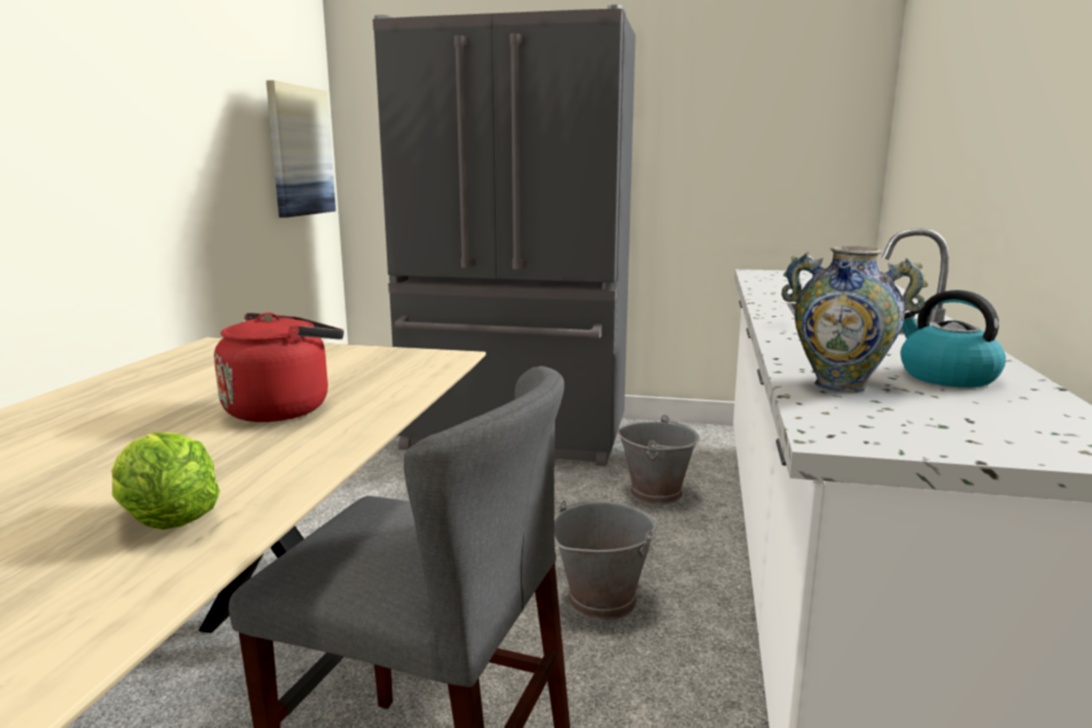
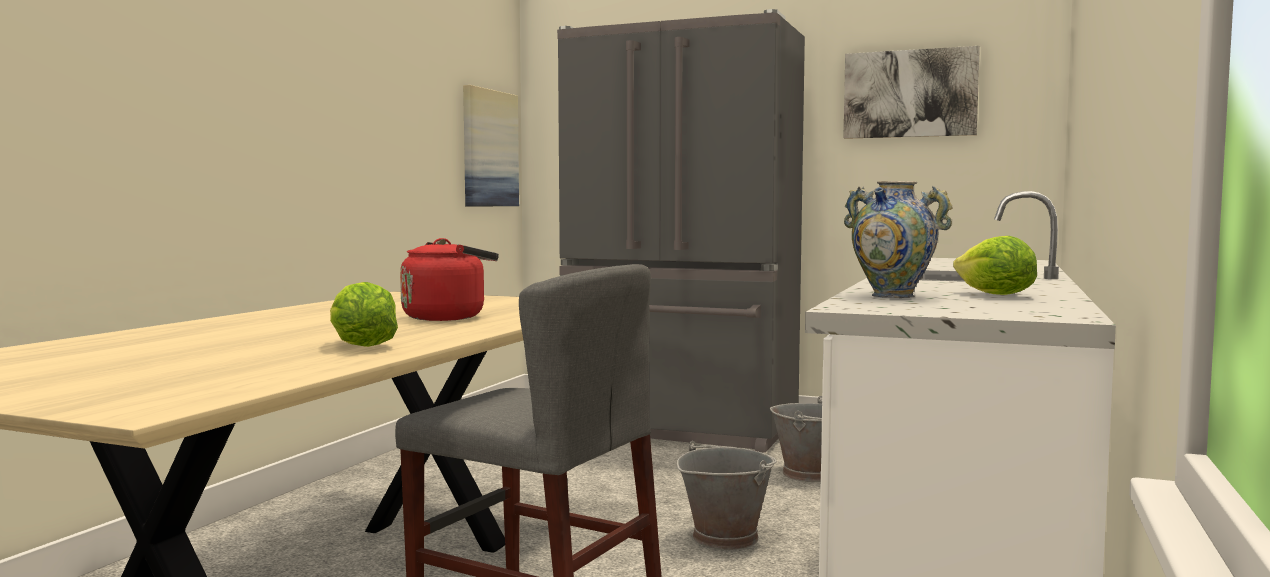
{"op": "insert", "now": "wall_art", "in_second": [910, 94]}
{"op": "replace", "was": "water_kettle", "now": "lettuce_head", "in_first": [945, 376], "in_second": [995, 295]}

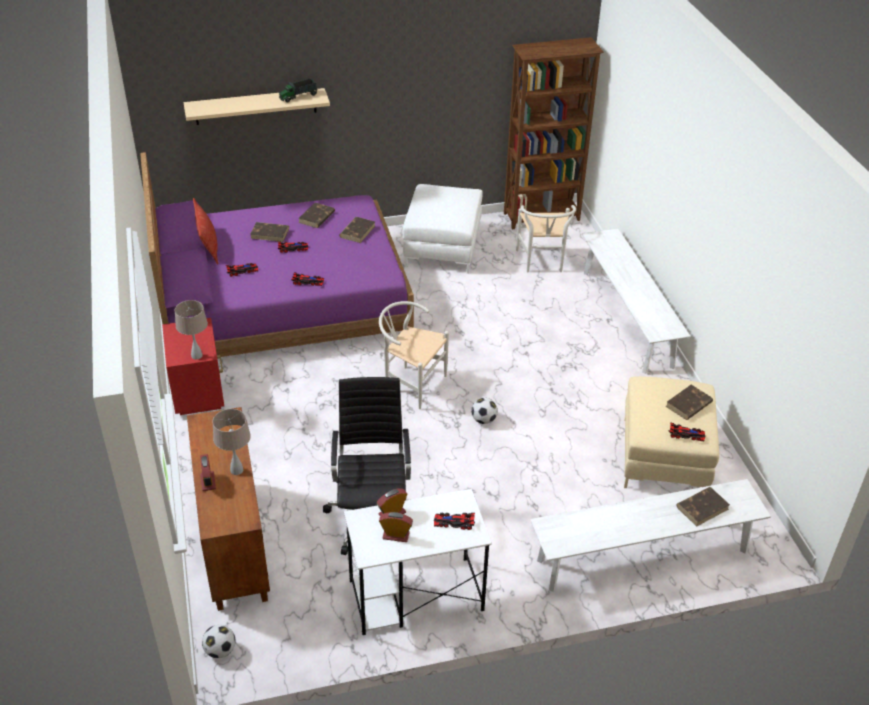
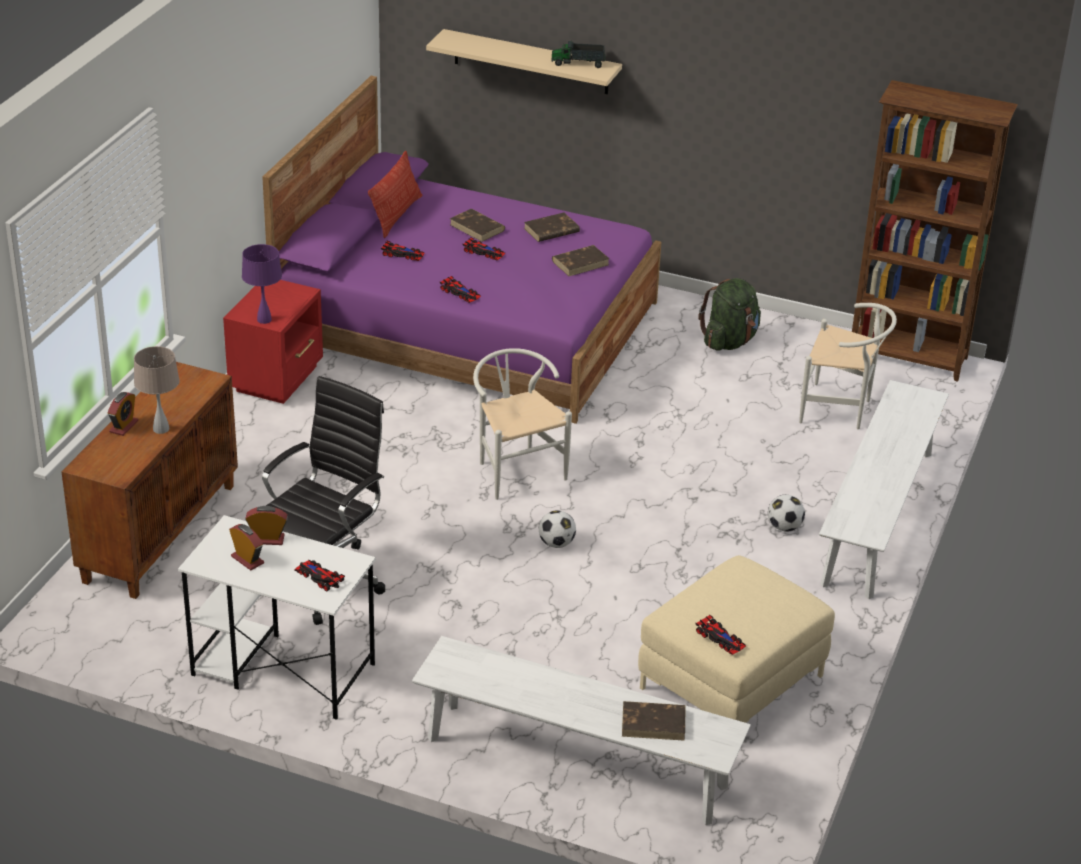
{"op": "delete", "was": "brown-coloured_volume", "in_first": [688, 405]}
{"op": "move", "was": "football_ball", "in_first": [220, 650], "in_second": [784, 527]}
{"op": "replace", "was": "whitish_footrest", "now": "green_knapsack", "in_first": [442, 247], "in_second": [729, 341]}
{"op": "recolor", "was": "beige_table_lamp", "now": "purple_table_lamp", "in_first": [196, 356], "in_second": [264, 319]}
{"op": "rotate", "was": "whitish_upright_chair", "in_first": [542, 263], "in_second": [841, 410], "clockwise": -105}

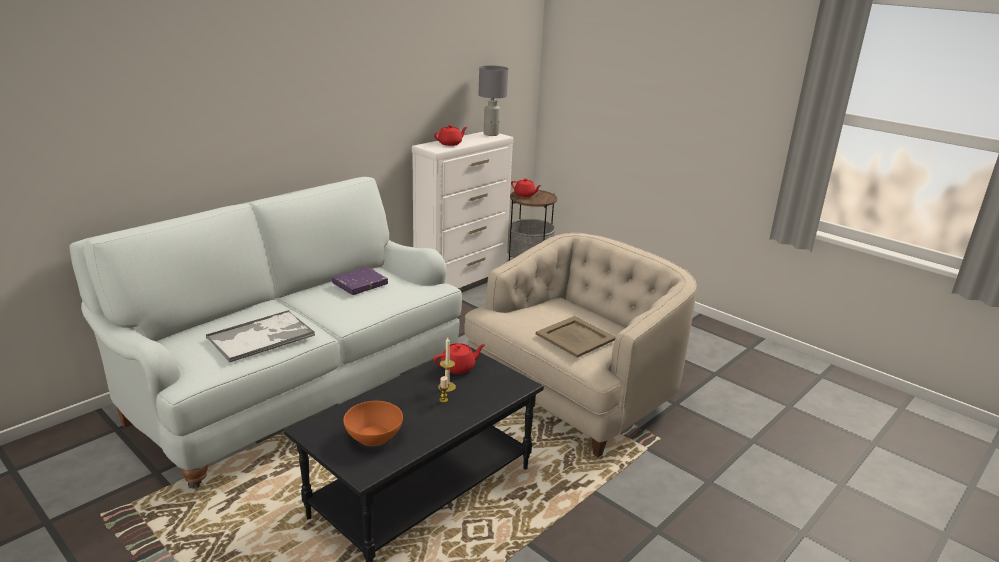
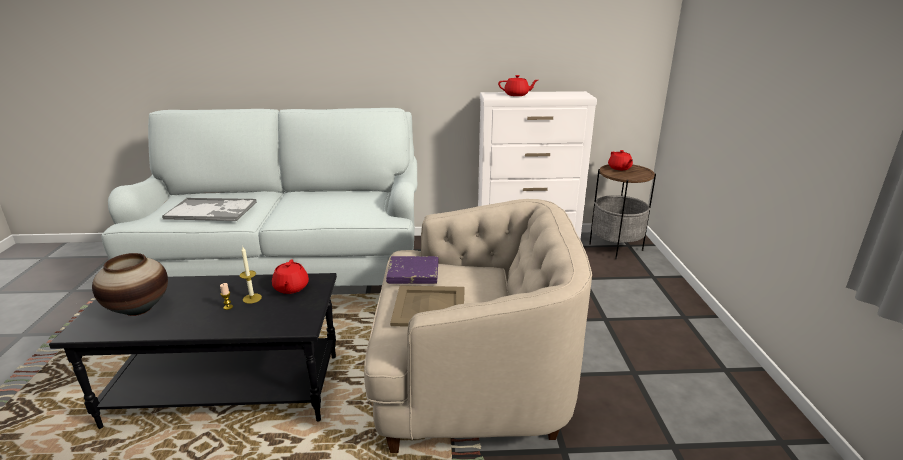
{"op": "delete", "was": "grey_table_lamp", "in_first": [491, 134]}
{"op": "move", "was": "purple_volume", "in_first": [360, 284], "in_second": [413, 273]}
{"op": "replace", "was": "orange-coloured_bowl", "now": "decorative_vase", "in_first": [374, 436], "in_second": [139, 309]}
{"op": "rotate", "was": "red-coloured_teapot", "in_first": [458, 367], "in_second": [291, 288], "clockwise": 60}

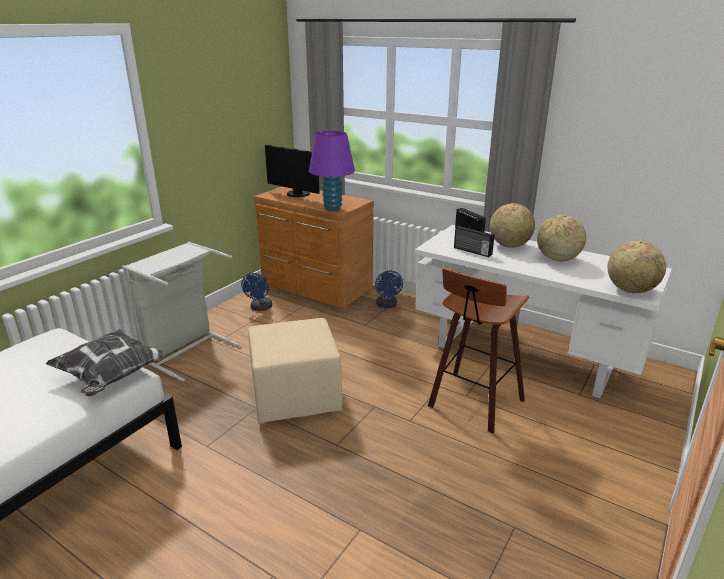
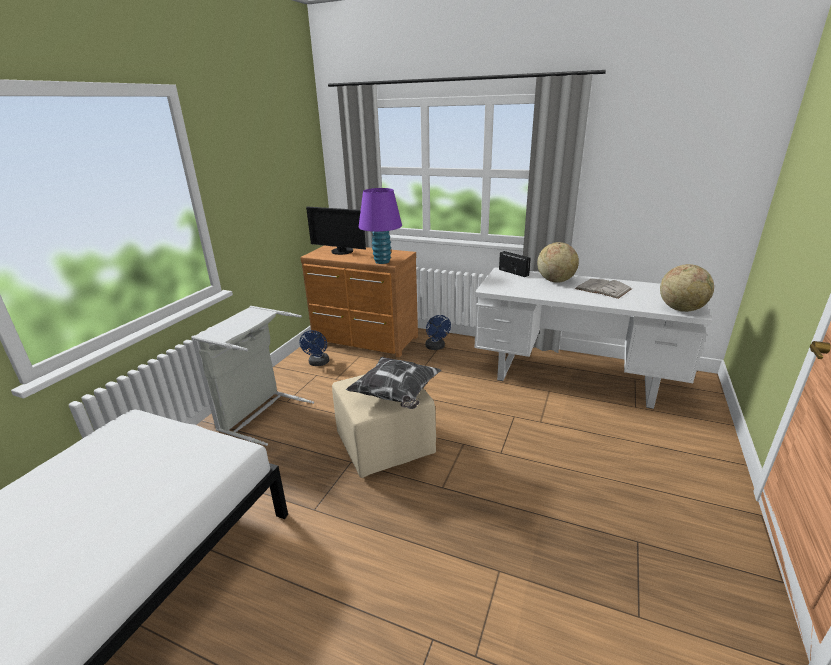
{"op": "delete", "was": "stool", "in_first": [473, 404]}
{"op": "delete", "was": "radio_receiver", "in_first": [472, 251]}
{"op": "move", "was": "throw_pillow", "in_first": [110, 377], "in_second": [396, 395]}
{"op": "replace", "was": "world_globe", "now": "whitish_volume", "in_first": [557, 259], "in_second": [603, 289]}

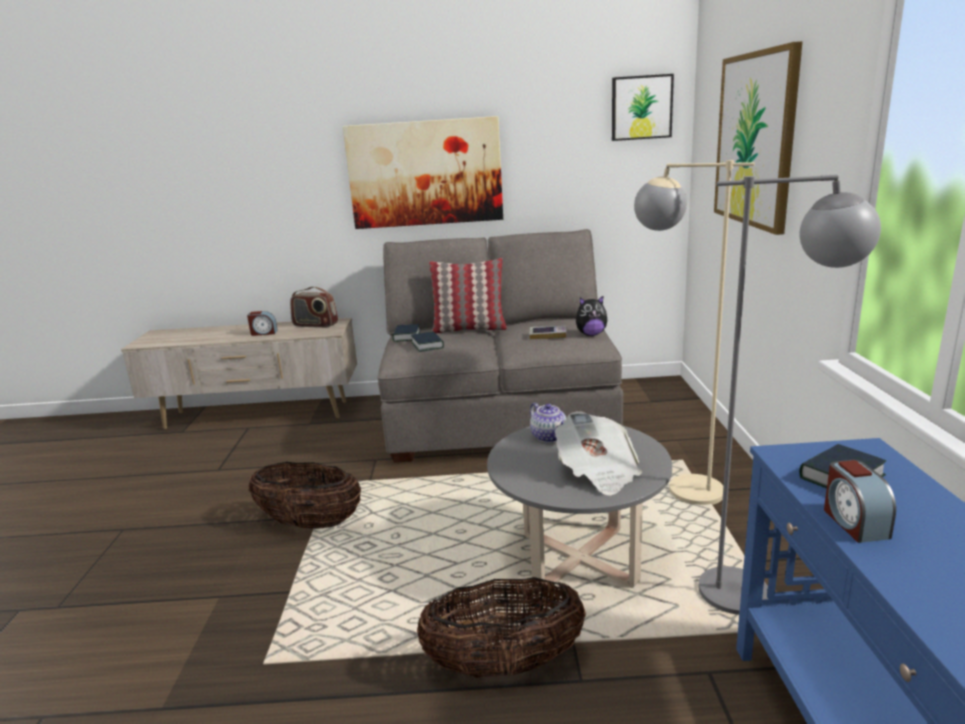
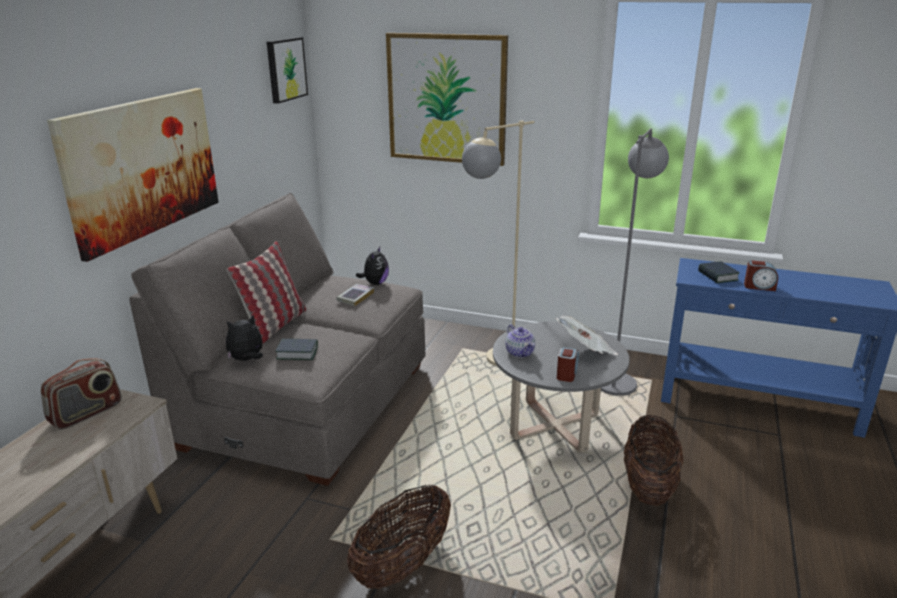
{"op": "move", "was": "alarm_clock", "in_first": [263, 333], "in_second": [567, 373]}
{"op": "replace", "was": "volume", "now": "soft_toy", "in_first": [406, 336], "in_second": [247, 360]}
{"op": "rotate", "was": "teapot", "in_first": [549, 437], "in_second": [520, 353], "clockwise": 75}

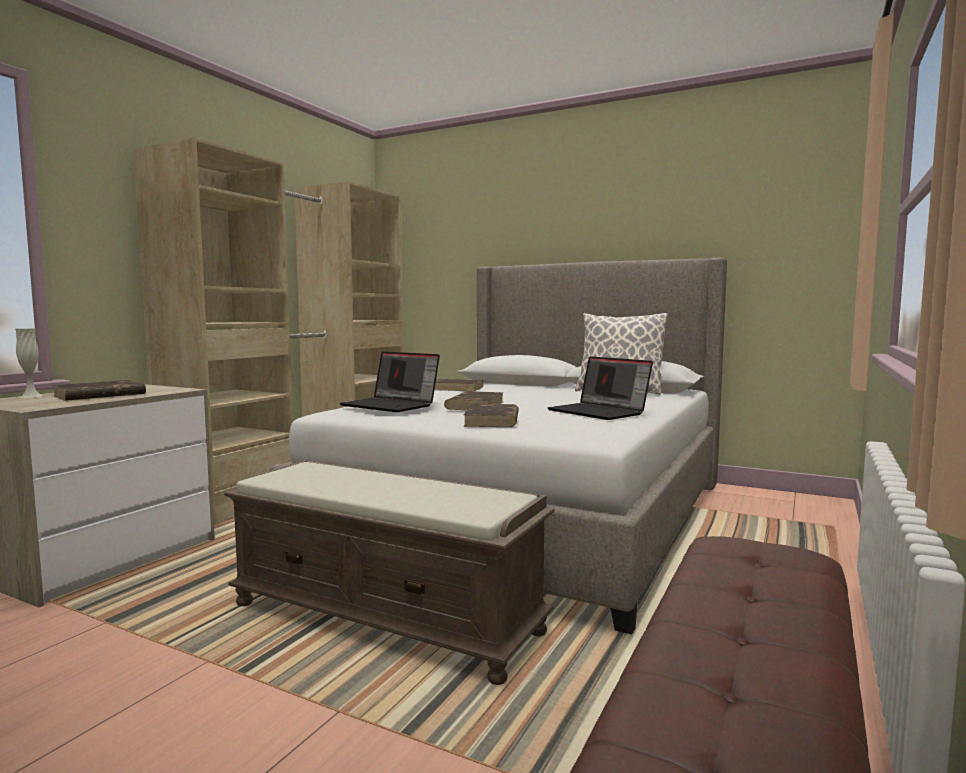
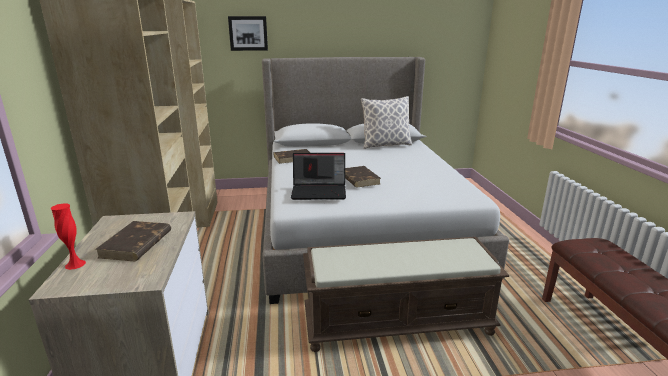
{"op": "delete", "was": "brown-coloured_volume", "in_first": [492, 420]}
{"op": "delete", "was": "notebook_computer", "in_first": [600, 412]}
{"op": "insert", "now": "wall_art", "in_second": [248, 33]}
{"op": "recolor", "was": "whitish_decorative_vase", "now": "red-coloured_decorative_vase", "in_first": [31, 396], "in_second": [75, 264]}

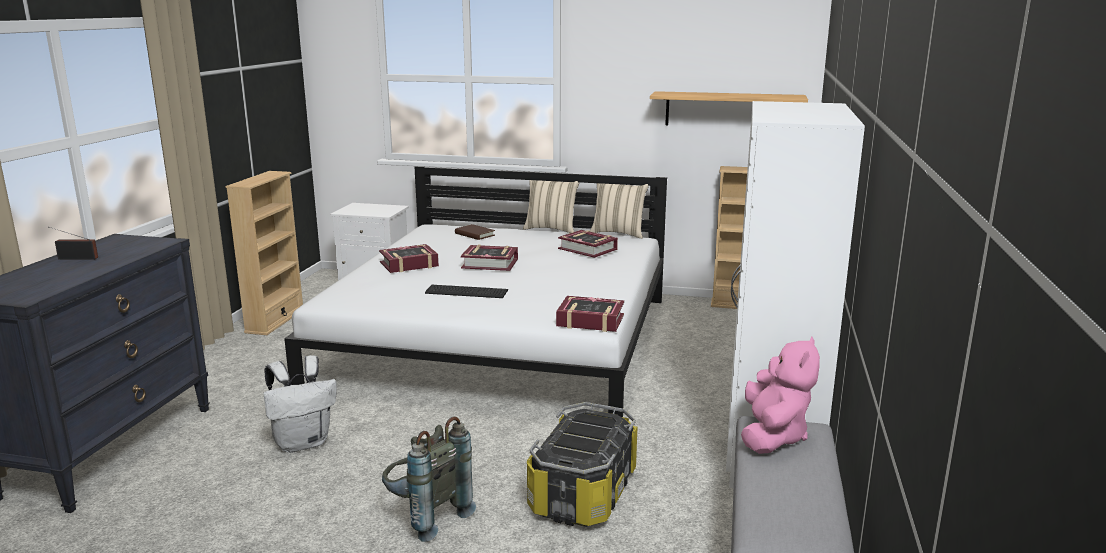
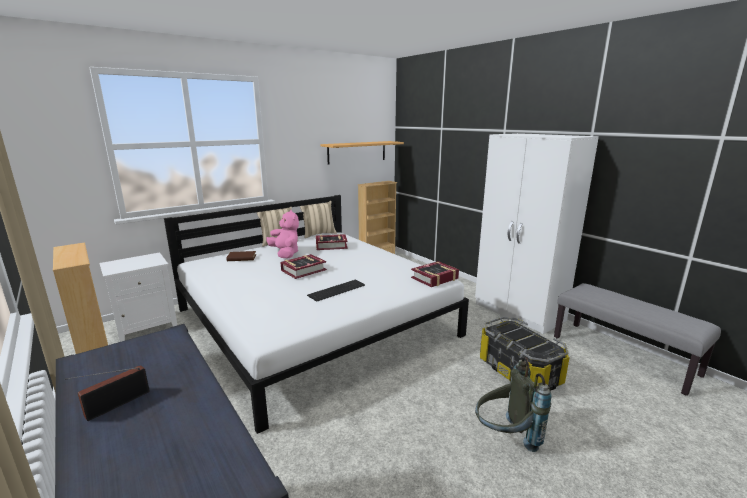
{"op": "delete", "was": "whitish_knapsack", "in_first": [303, 442]}
{"op": "delete", "was": "volume", "in_first": [409, 264]}
{"op": "move", "was": "pink_soft_toy", "in_first": [772, 436], "in_second": [285, 254]}

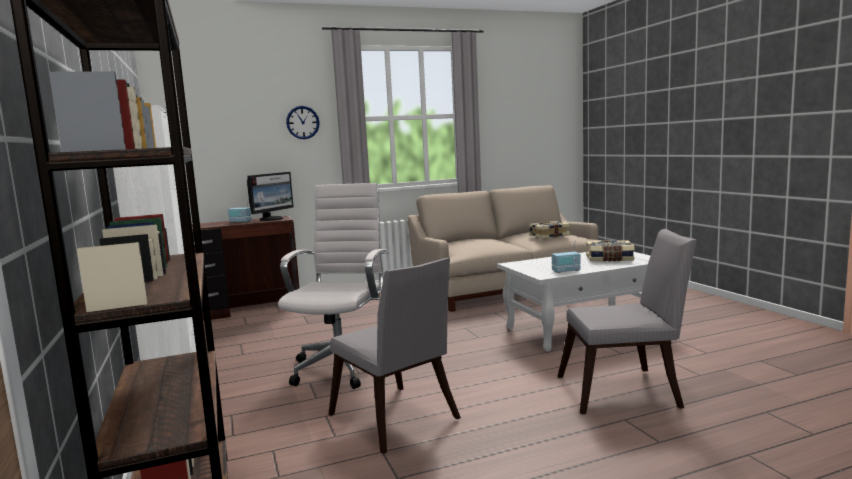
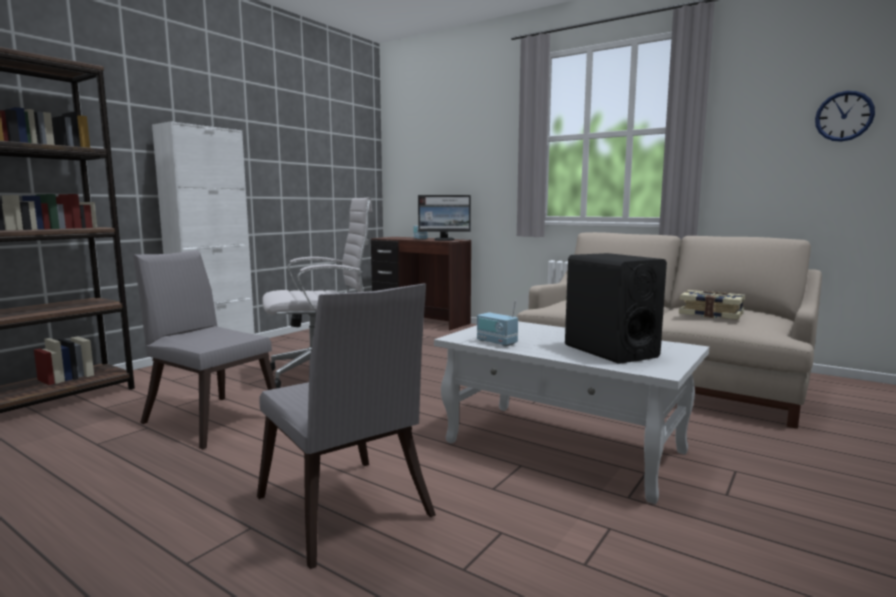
{"op": "move", "was": "hanging_clock", "in_first": [302, 122], "in_second": [844, 116]}
{"op": "replace", "was": "volume", "now": "blackish_audio_speaker", "in_first": [609, 259], "in_second": [610, 351]}
{"op": "rotate", "was": "grey_upright_chair", "in_first": [396, 421], "in_second": [210, 418], "clockwise": 105}

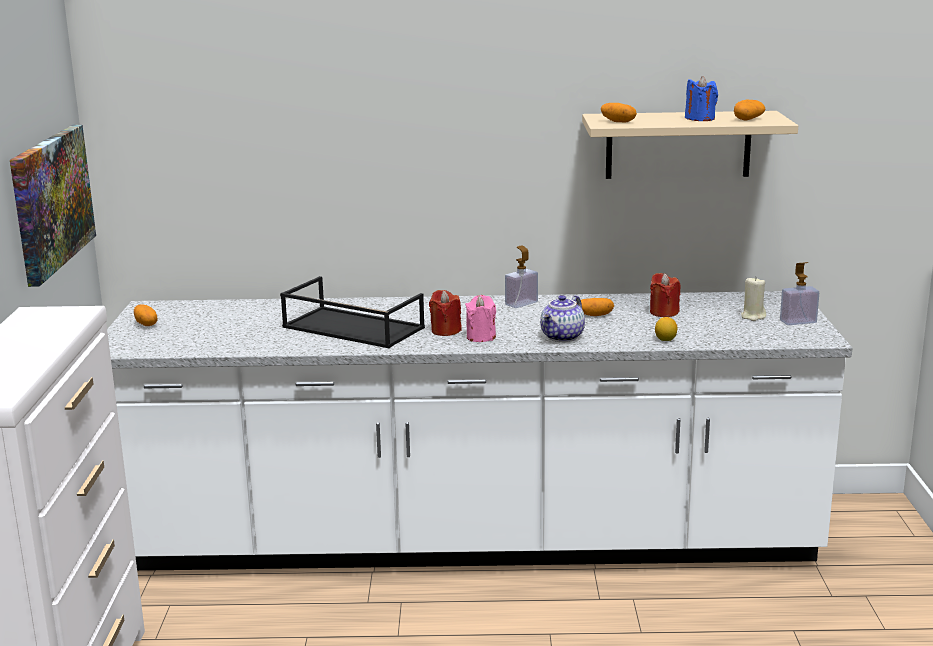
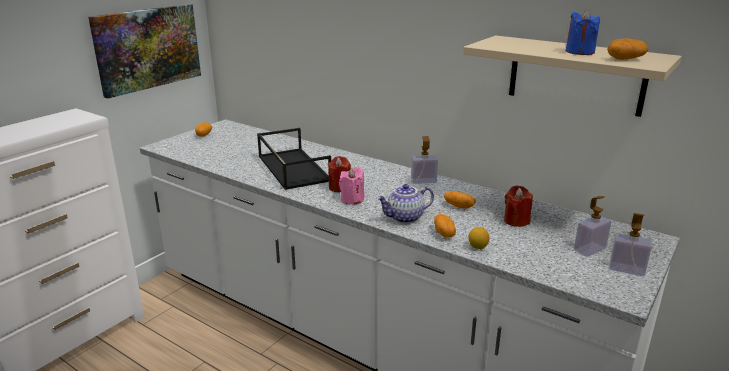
{"op": "move", "was": "potato", "in_first": [618, 122], "in_second": [444, 233]}
{"op": "replace", "was": "beige_wax_light", "now": "soap_bottle", "in_first": [753, 316], "in_second": [589, 249]}

